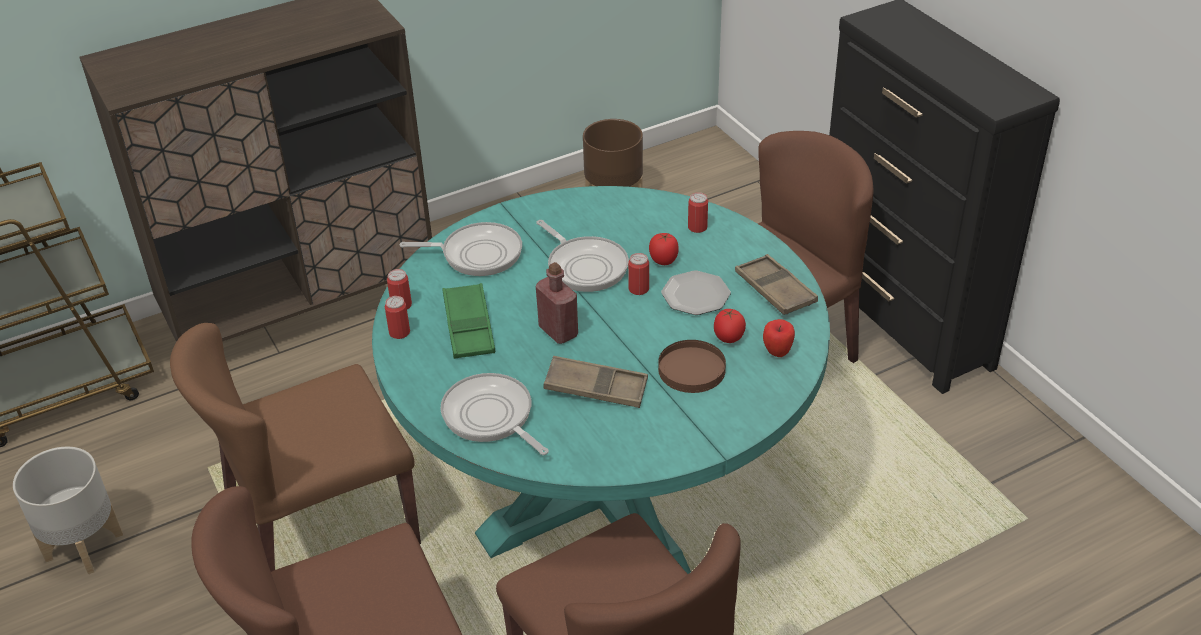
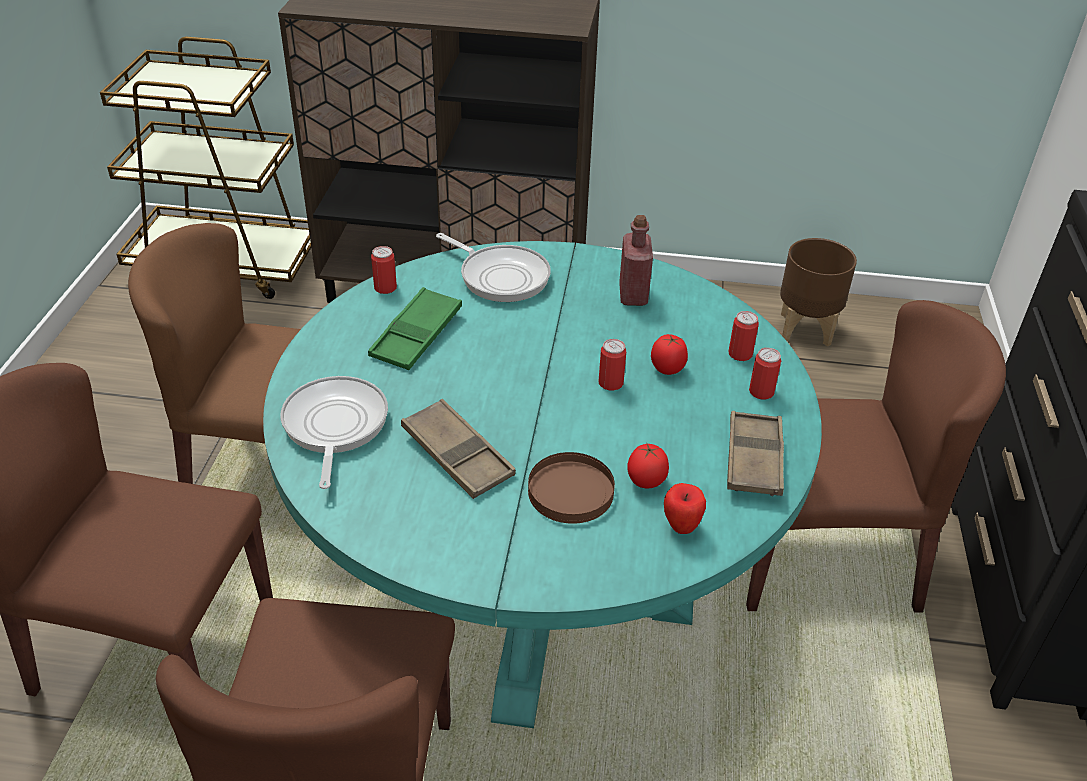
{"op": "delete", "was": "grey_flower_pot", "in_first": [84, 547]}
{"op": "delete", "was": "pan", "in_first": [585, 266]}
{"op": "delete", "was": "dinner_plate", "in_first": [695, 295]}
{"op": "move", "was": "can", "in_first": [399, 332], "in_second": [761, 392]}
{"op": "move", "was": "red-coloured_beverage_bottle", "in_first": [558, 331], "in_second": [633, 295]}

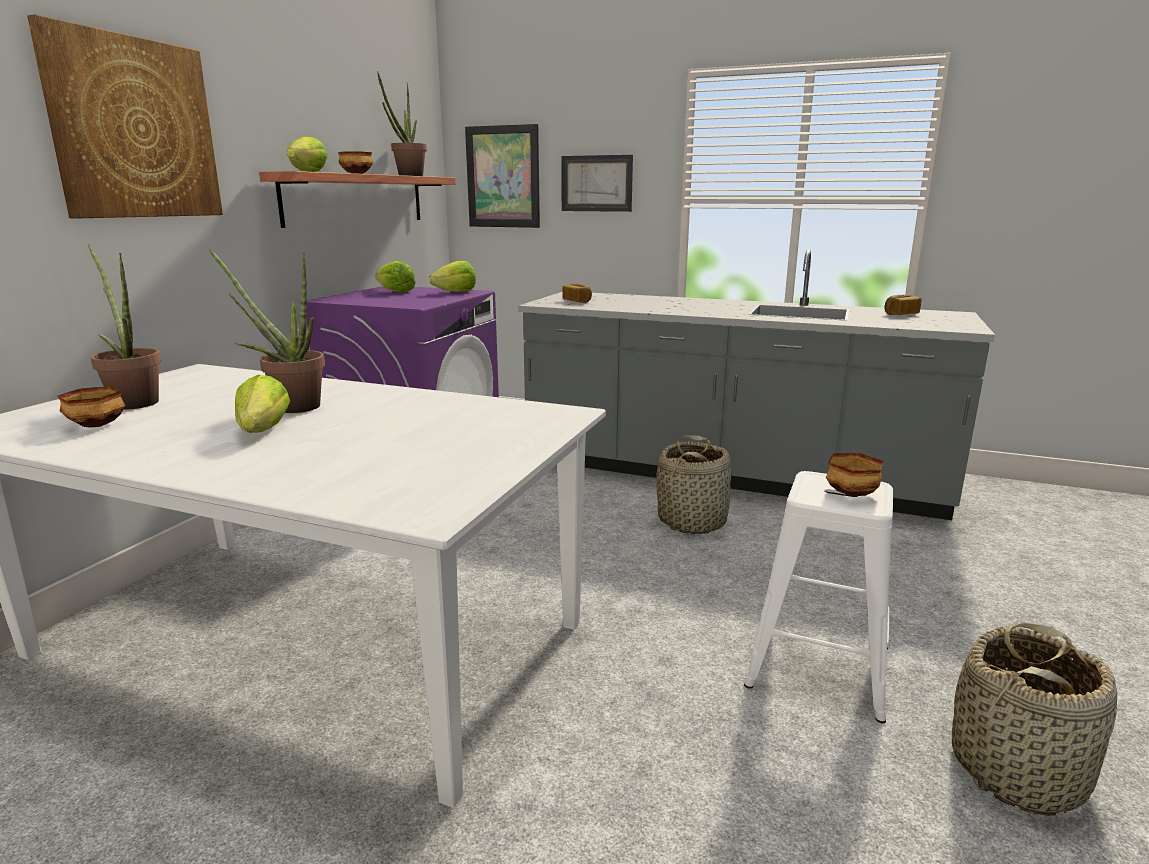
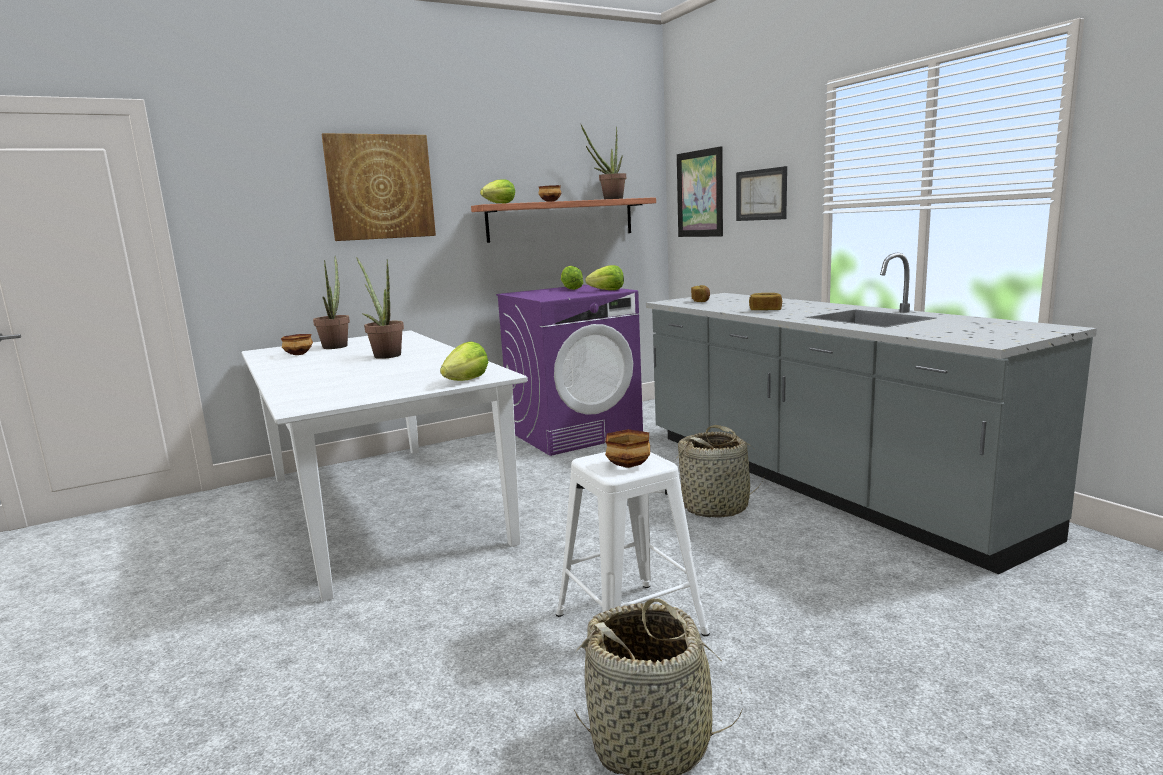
{"op": "move", "was": "lettuce_head", "in_first": [263, 431], "in_second": [466, 380]}
{"op": "move", "was": "bakery_bread", "in_first": [900, 314], "in_second": [765, 310]}

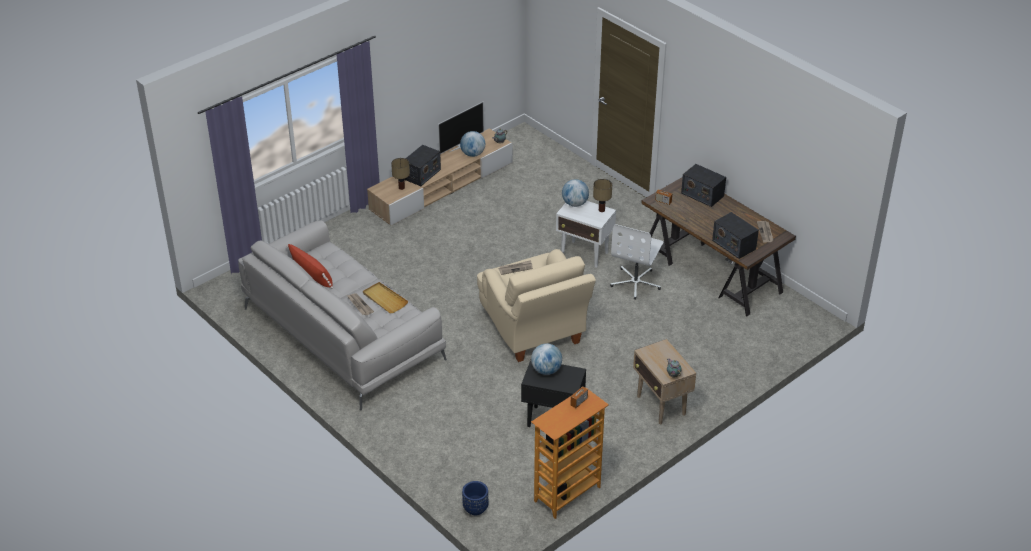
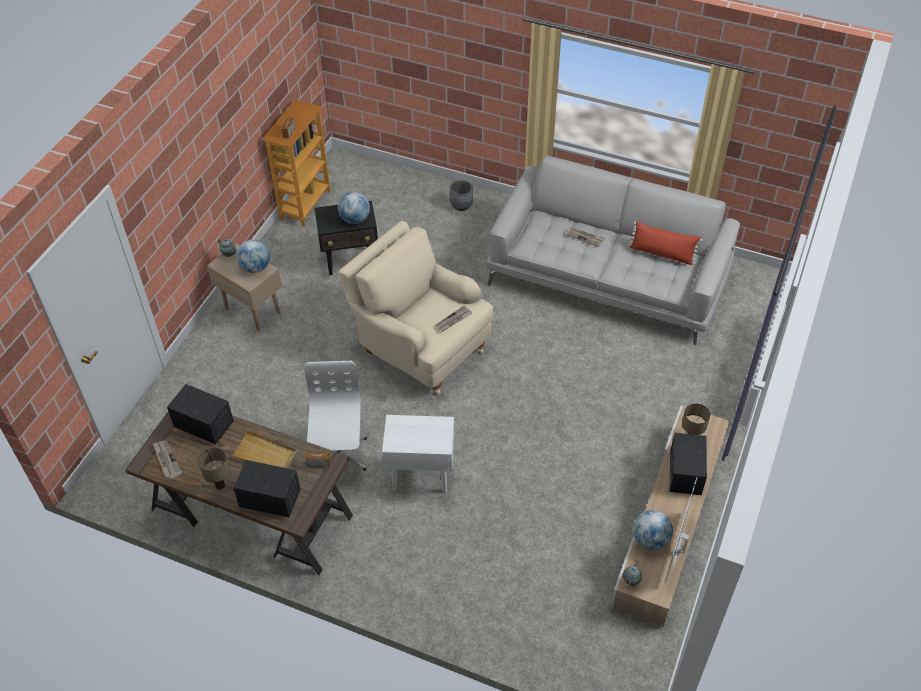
{"op": "delete", "was": "blue_flower_pot", "in_first": [475, 508]}
{"op": "insert", "now": "grey_flower_pot", "in_second": [461, 205]}
{"op": "move", "was": "beige_carrying_tray", "in_first": [384, 299], "in_second": [264, 454]}
{"op": "move", "was": "world_globe", "in_first": [575, 203], "in_second": [255, 268]}
{"op": "move", "was": "table_lamp", "in_first": [602, 210], "in_second": [220, 486]}

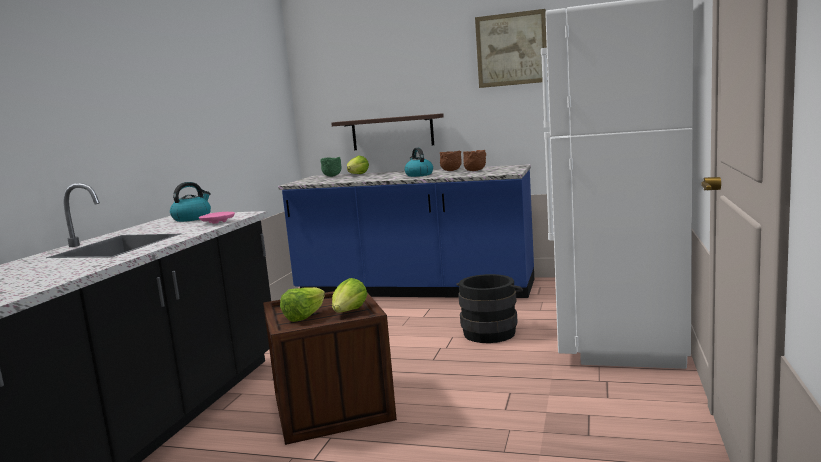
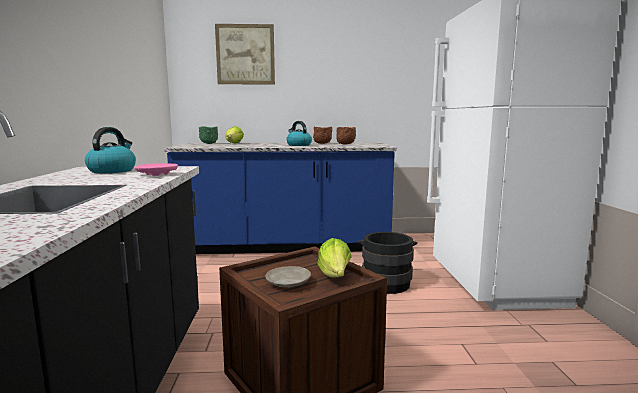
{"op": "delete", "was": "bracket_shelf", "in_first": [392, 132]}
{"op": "move", "was": "wall_art", "in_first": [511, 49], "in_second": [245, 54]}
{"op": "replace", "was": "lettuce_head", "now": "beige_dinner_plate", "in_first": [305, 317], "in_second": [287, 283]}

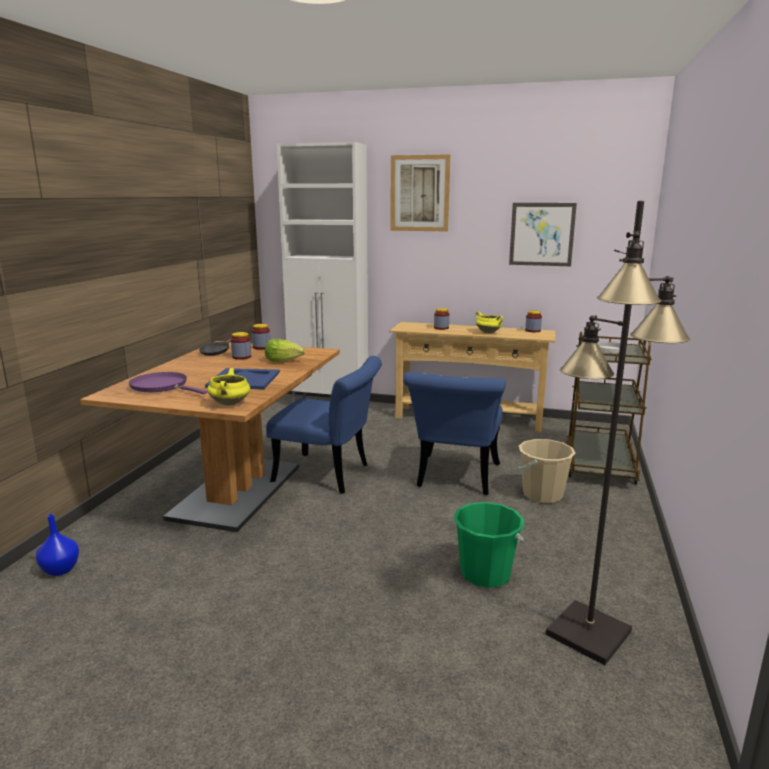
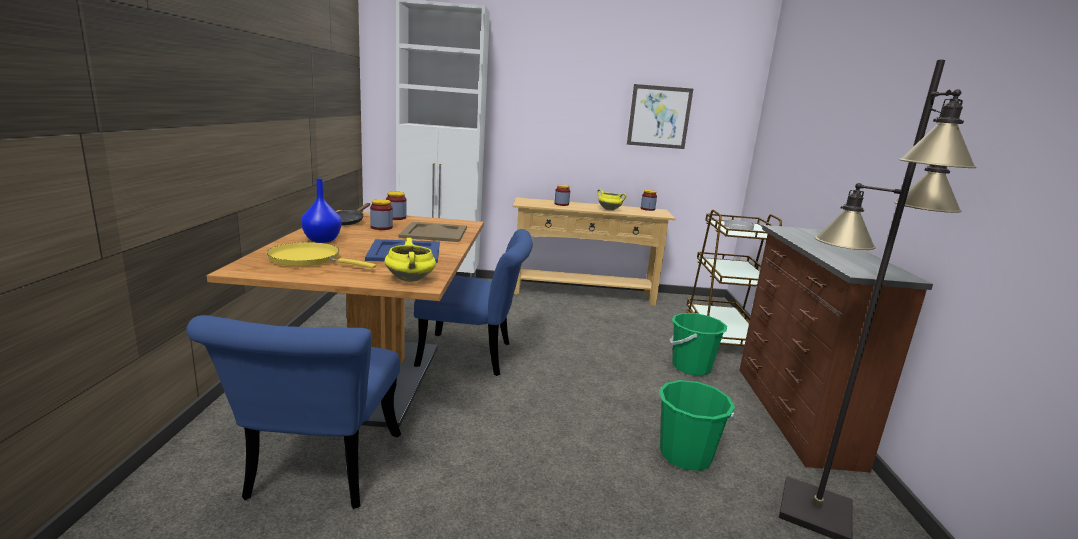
{"op": "delete", "was": "wall_art", "in_first": [419, 193]}
{"op": "insert", "now": "brown-coloured_chest_of_drawers", "in_second": [792, 414]}
{"op": "move", "was": "blue_decorative_vase", "in_first": [61, 570], "in_second": [323, 240]}
{"op": "move", "was": "blue_upright_chair", "in_first": [455, 479], "in_second": [318, 473]}
{"op": "replace", "was": "lettuce_head", "now": "beige_carrying_tray", "in_first": [284, 361], "in_second": [434, 232]}
{"op": "recolor", "was": "purple_pan", "now": "yellowish_pan", "in_first": [162, 386], "in_second": [309, 259]}
{"op": "recolor", "was": "beige_pail", "now": "green_pail", "in_first": [542, 494], "in_second": [691, 367]}

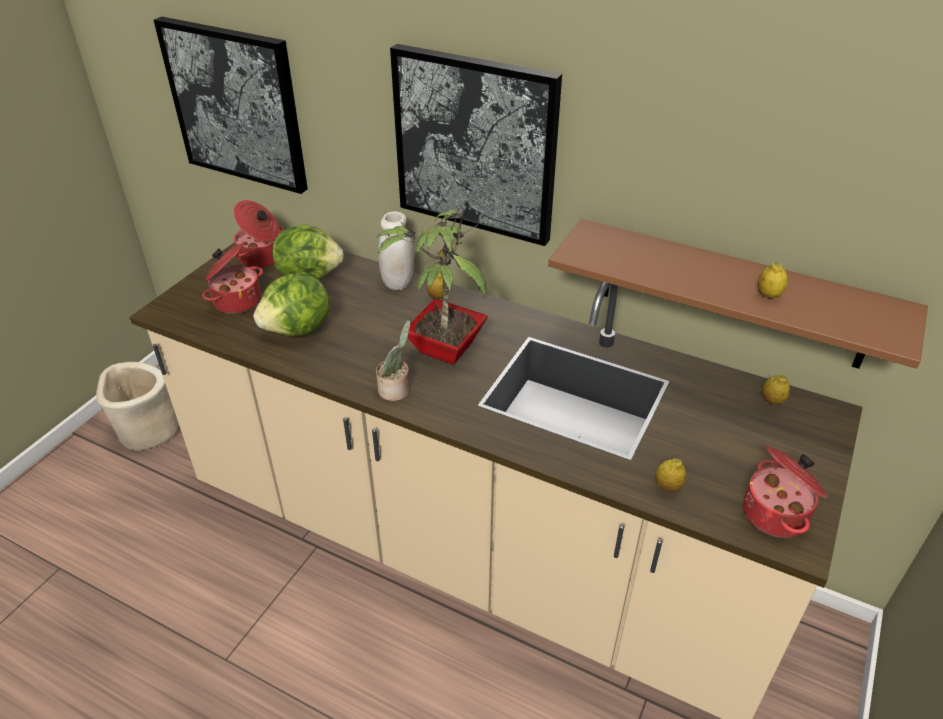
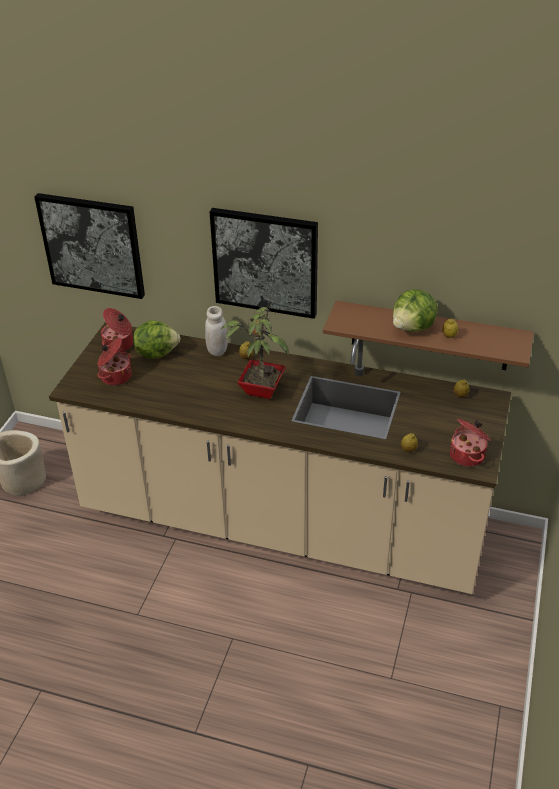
{"op": "delete", "was": "houseplant", "in_first": [396, 390]}
{"op": "move", "was": "lettuce_head", "in_first": [298, 330], "in_second": [413, 328]}

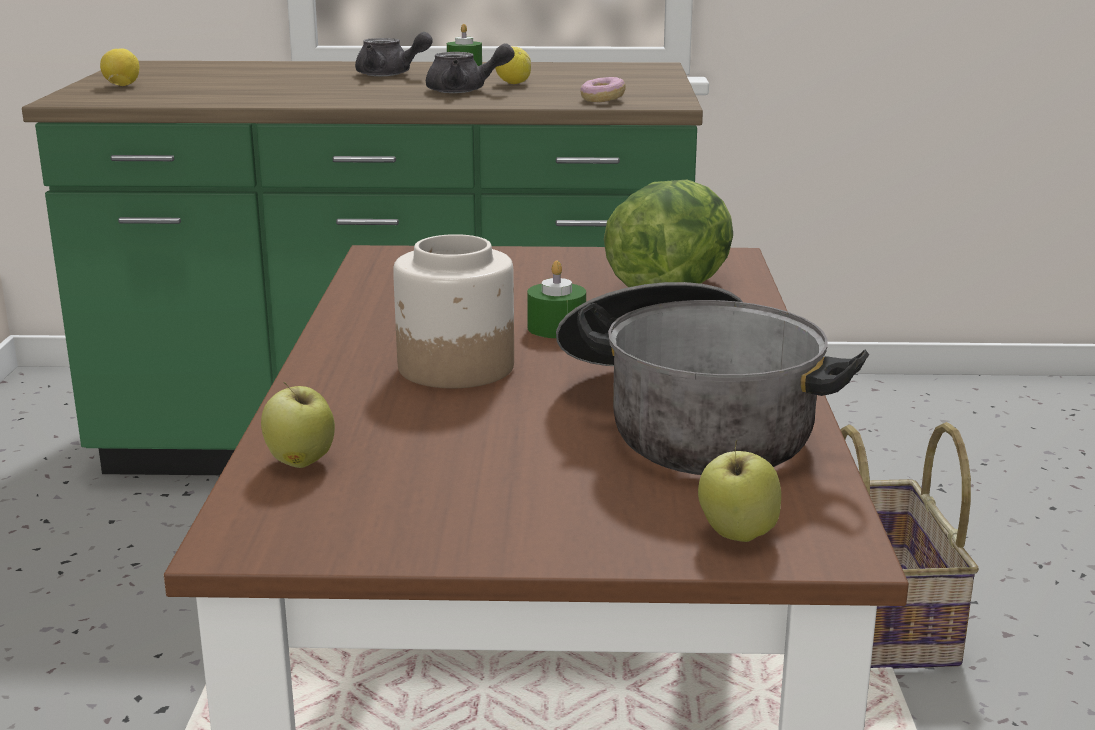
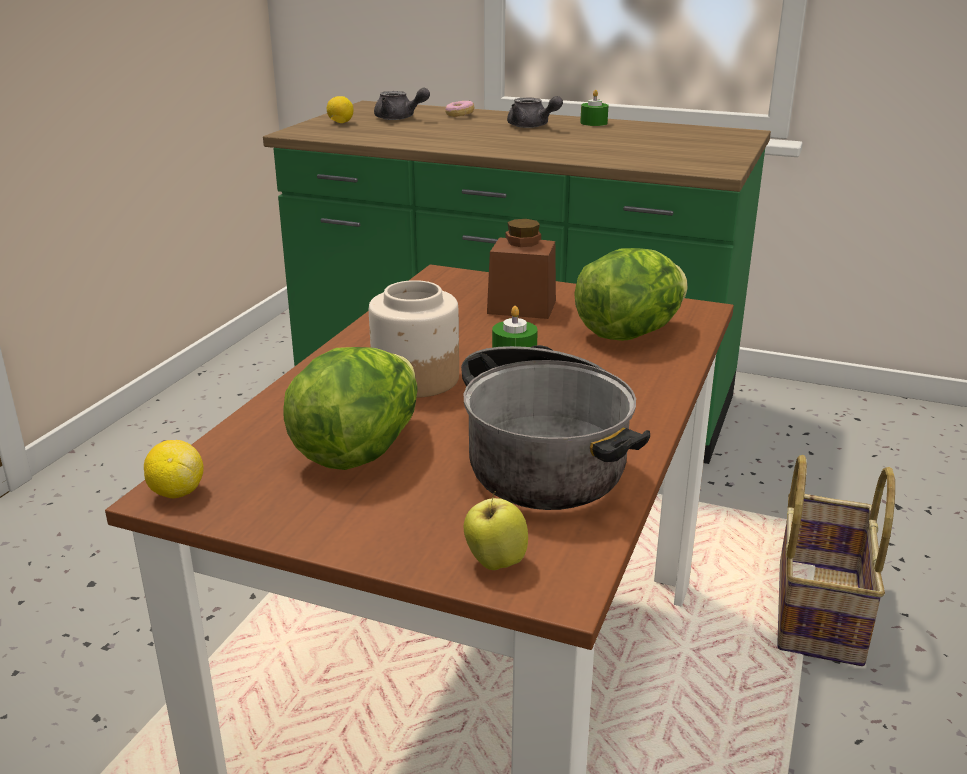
{"op": "delete", "was": "apple_fruit", "in_first": [300, 463]}
{"op": "insert", "now": "lettuce_head", "in_second": [359, 449]}
{"op": "insert", "now": "brown-coloured_preserve_jar", "in_second": [521, 307]}
{"op": "move", "was": "grey_teapot", "in_first": [465, 91], "in_second": [399, 118]}
{"op": "move", "was": "lemon", "in_first": [513, 83], "in_second": [177, 492]}
{"op": "move", "was": "doughnut", "in_first": [602, 100], "in_second": [459, 115]}

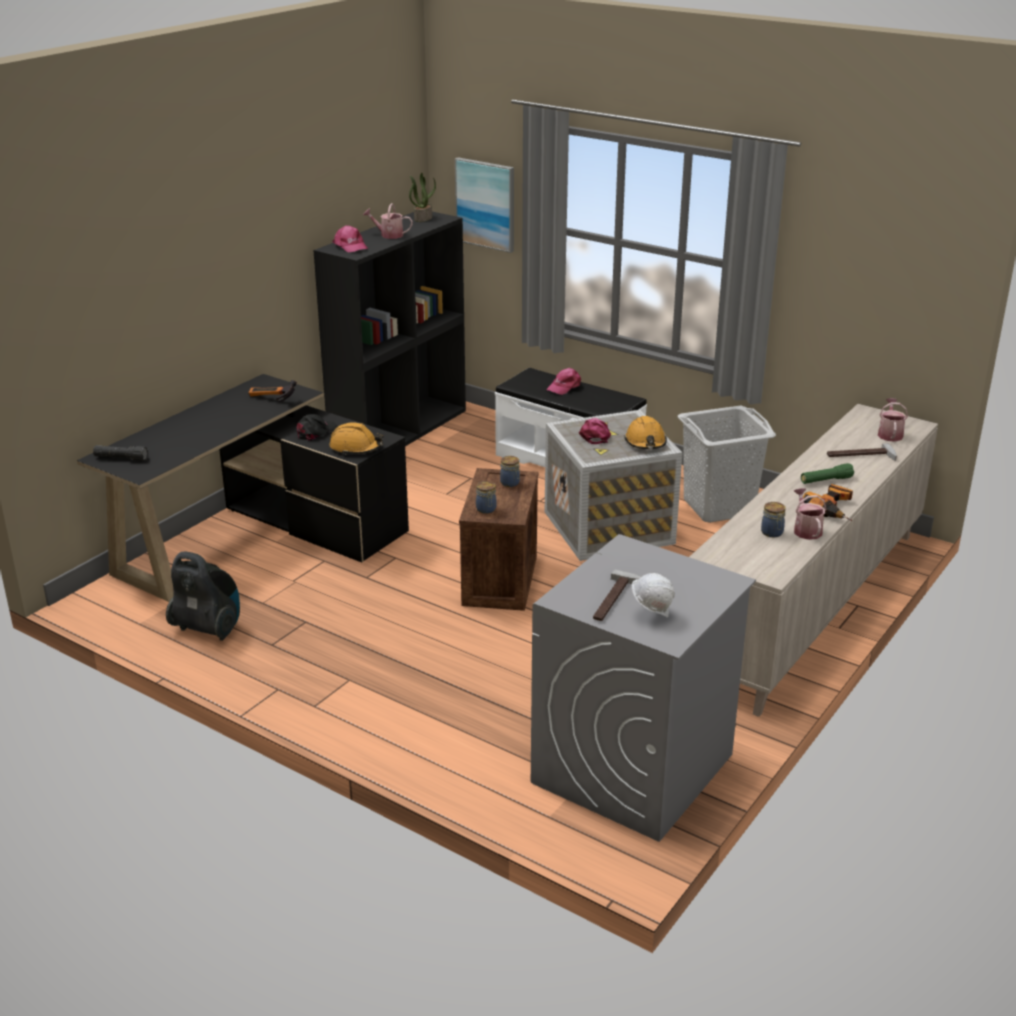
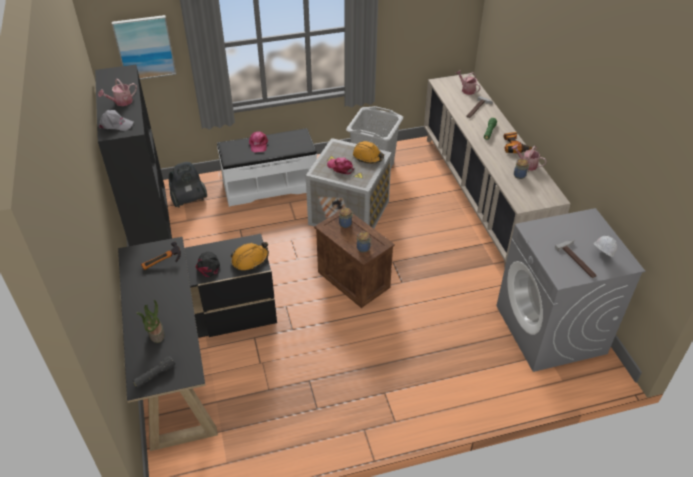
{"op": "move", "was": "hoover", "in_first": [208, 628], "in_second": [188, 199]}
{"op": "move", "was": "houseplant", "in_first": [423, 218], "in_second": [156, 333]}
{"op": "recolor", "was": "pink_baseball_cap", "now": "grey_baseball_cap", "in_first": [350, 246], "in_second": [116, 125]}

